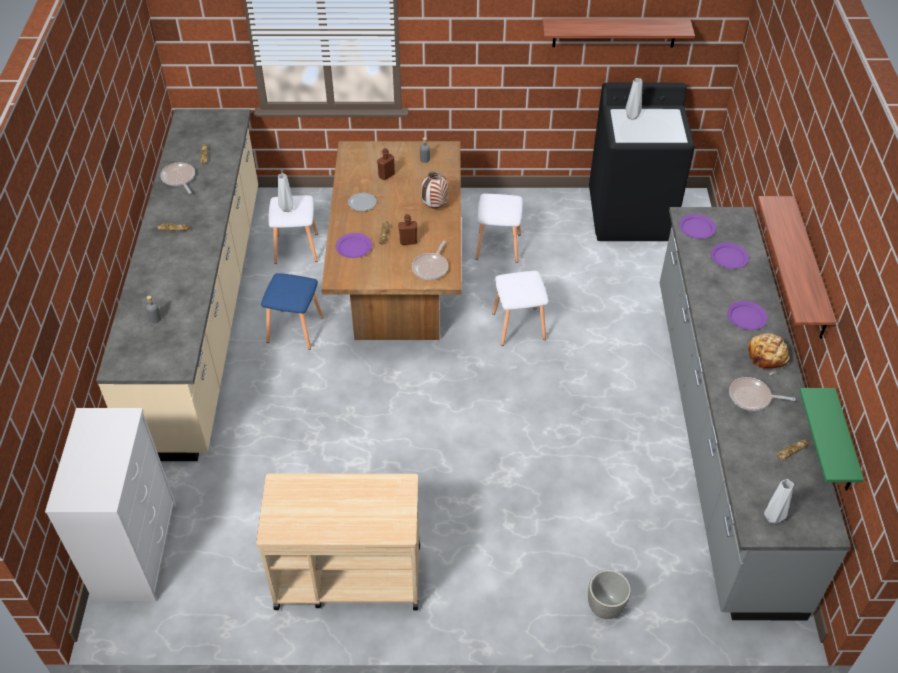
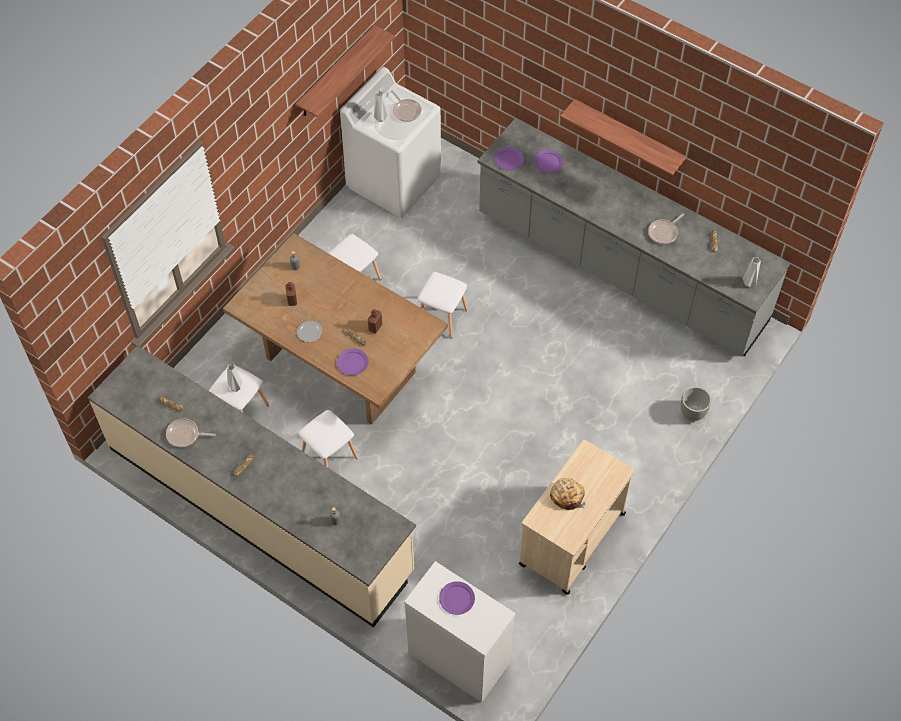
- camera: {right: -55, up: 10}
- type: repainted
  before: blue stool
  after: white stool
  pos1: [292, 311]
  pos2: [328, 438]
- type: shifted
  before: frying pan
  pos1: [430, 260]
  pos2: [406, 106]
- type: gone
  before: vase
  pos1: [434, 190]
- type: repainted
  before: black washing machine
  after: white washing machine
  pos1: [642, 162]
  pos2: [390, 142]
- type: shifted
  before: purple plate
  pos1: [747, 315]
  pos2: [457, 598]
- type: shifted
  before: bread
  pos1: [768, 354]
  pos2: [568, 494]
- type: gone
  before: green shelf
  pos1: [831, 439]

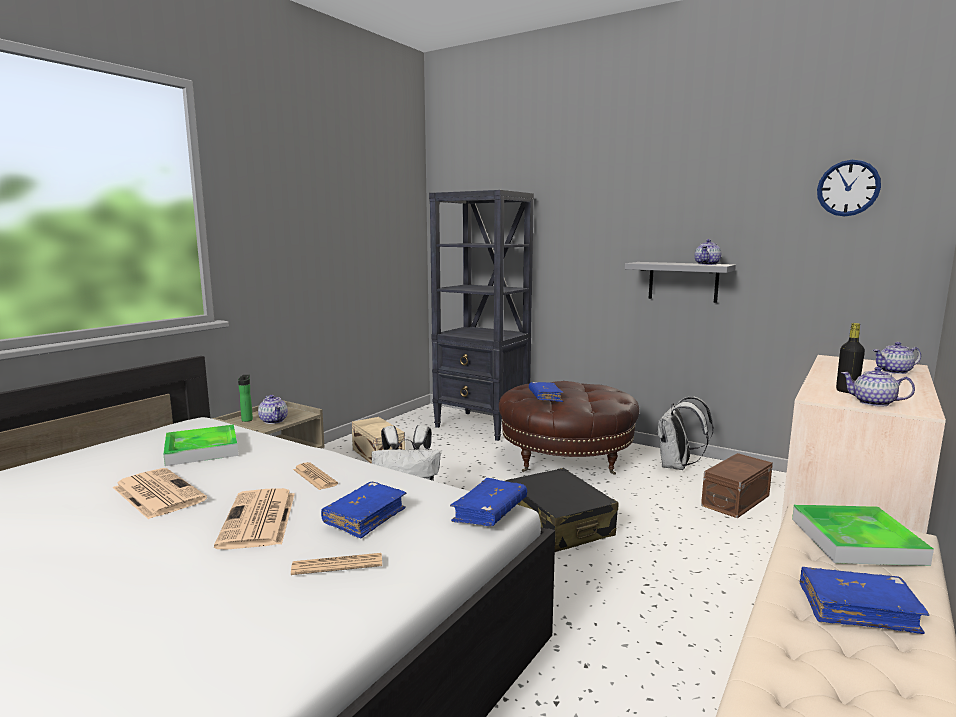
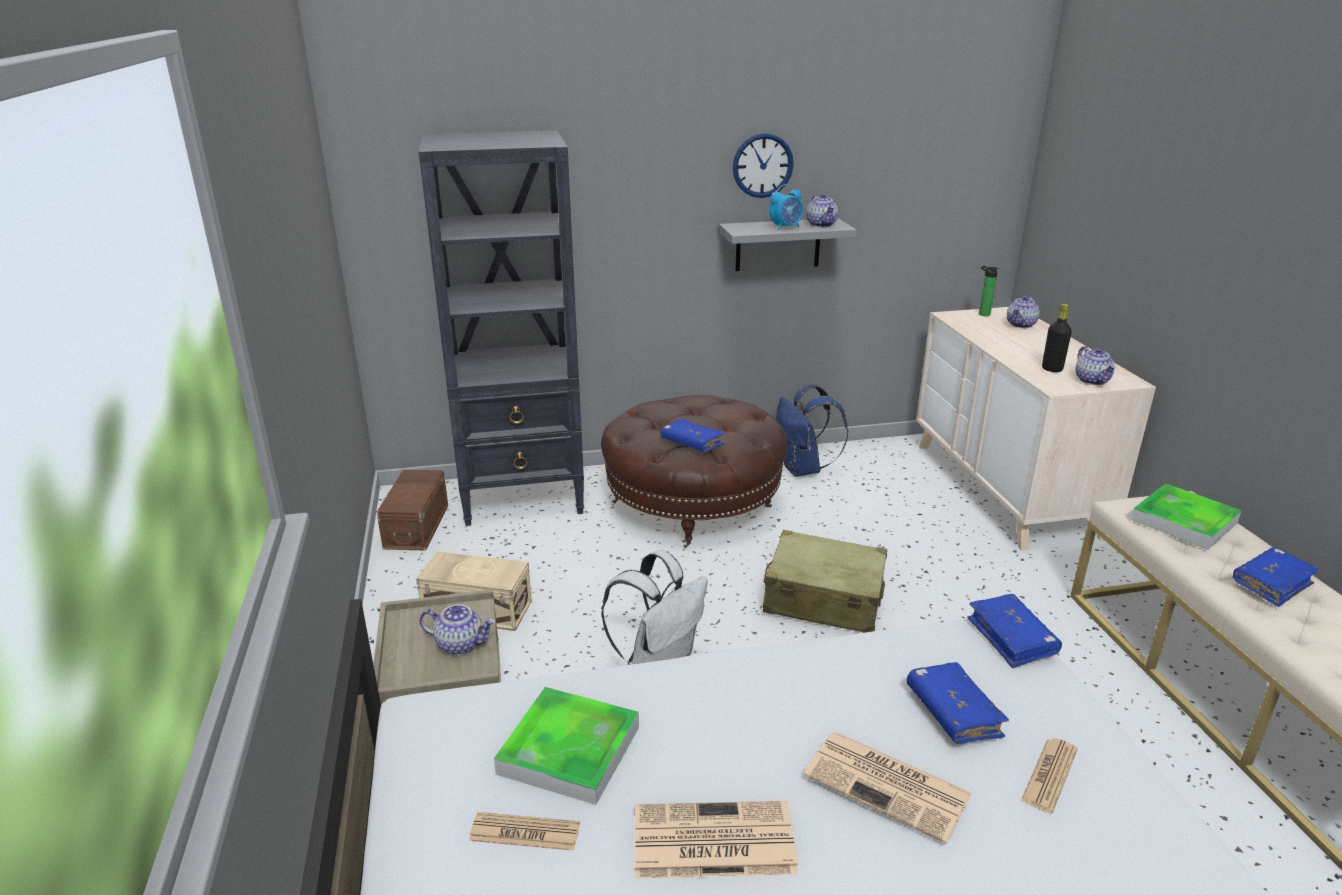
- camera: {right: -45, up: 15}
- type: shifted
  before: bottle
  pos1: [245, 398]
  pos2: [988, 291]
- type: shifted
  before: newspaper
  pos1: [315, 476]
  pos2: [524, 831]
- type: repainted
  before: black suitcase
  after: beige suitcase
  pos1: [562, 510]
  pos2: [825, 581]
- type: repainted
  before: white backpack
  after: blue backpack
  pos1: [685, 433]
  pos2: [812, 431]
- type: shifted
  before: brown storage box
  pos1: [737, 485]
  pos2: [412, 510]
- type: shifted
  before: wall clock
  pos1: [849, 188]
  pos2: [763, 165]
- type: rotated
  before: teapot
  pos1: [878, 387]
  pos2: [1095, 365]
  turn: -90
- type: new
  after: alarm clock
  pos2: [786, 207]

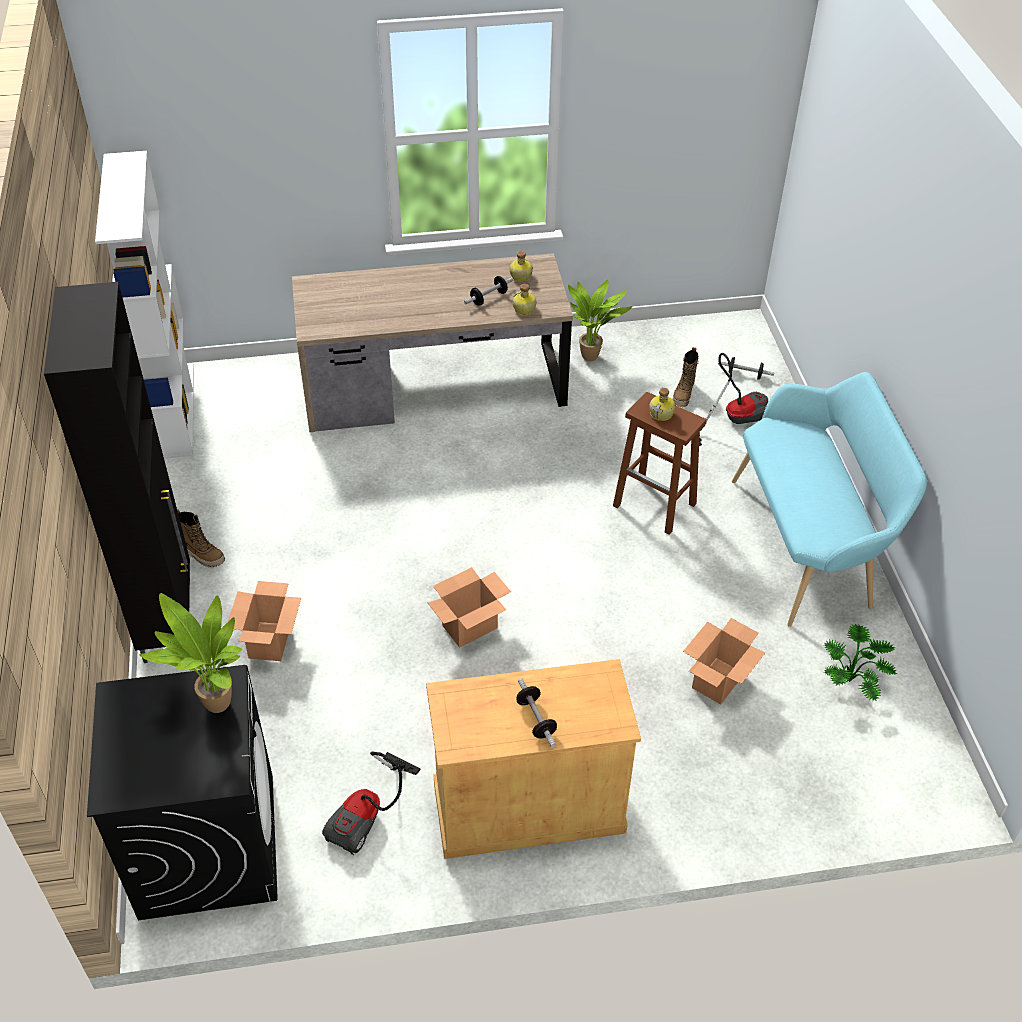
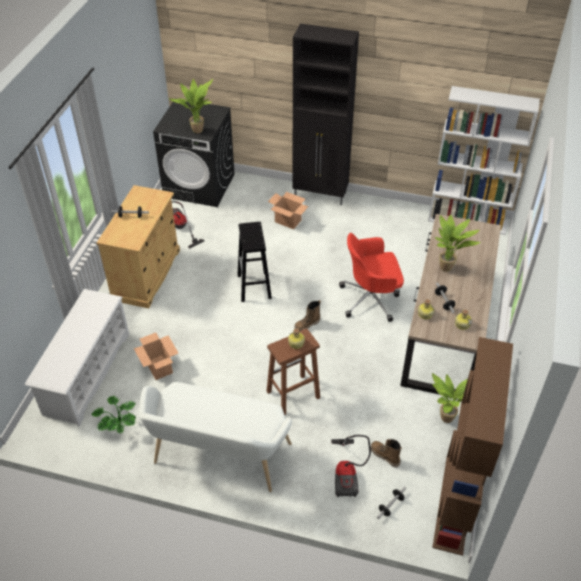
- camera: {right: 115, up: 0}
- type: shifted
  before: boot
  pos1: [201, 538]
  pos2: [307, 315]
- type: swapped
  before: cardboard box
  after: black stool
  pos1: [469, 607]
  pos2: [254, 262]
- type: repainted
  before: turquoise bench
  after: white bench
  pos1: [829, 499]
  pos2: [215, 437]
- type: new
  after: white shoe rack
  pos2: [77, 358]
- type: new
  after: red office chair
  pos2: [371, 277]
- type: new
  after: brown bookcase
  pos2: [472, 446]
- type: new
  after: potted plant
  pos2: [457, 243]

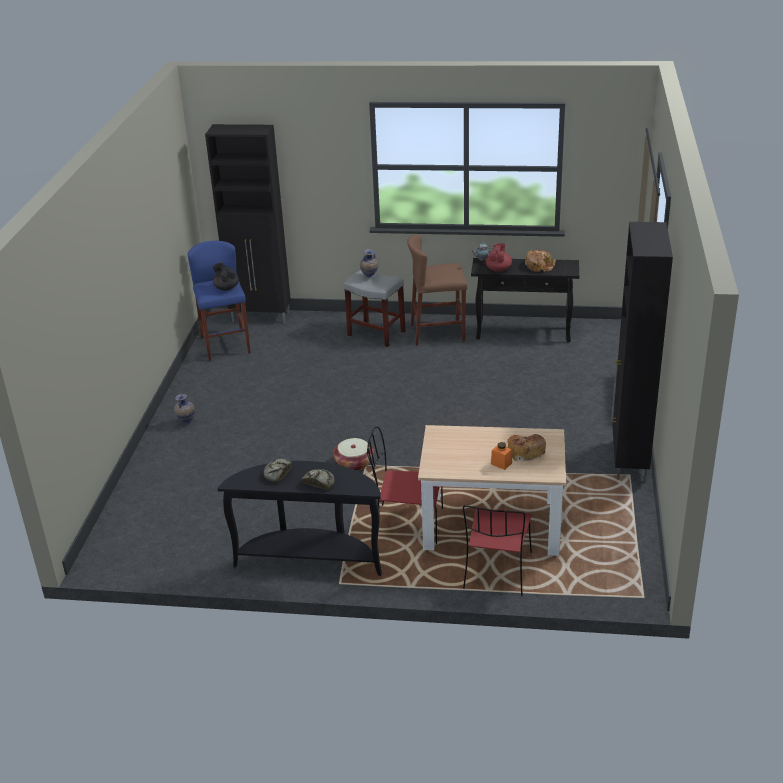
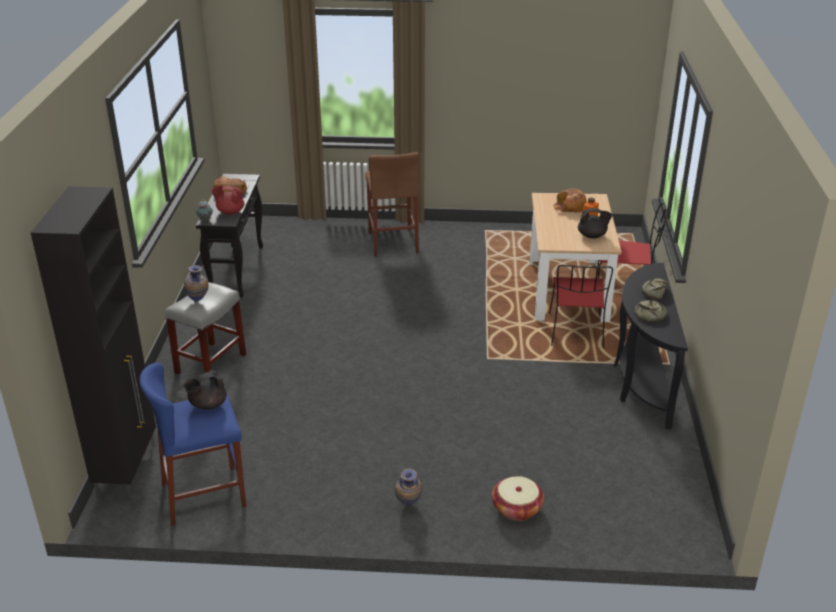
- camera: {right: -95, up: 0}
- type: shifted
  before: basket
  pos1: [353, 454]
  pos2: [518, 498]
- type: shifted
  before: brown stool
  pos1: [437, 290]
  pos2: [392, 204]
- type: gone
  before: black cabinet
  pos1: [642, 352]
- type: new
  after: black teapot
  pos2: [595, 223]

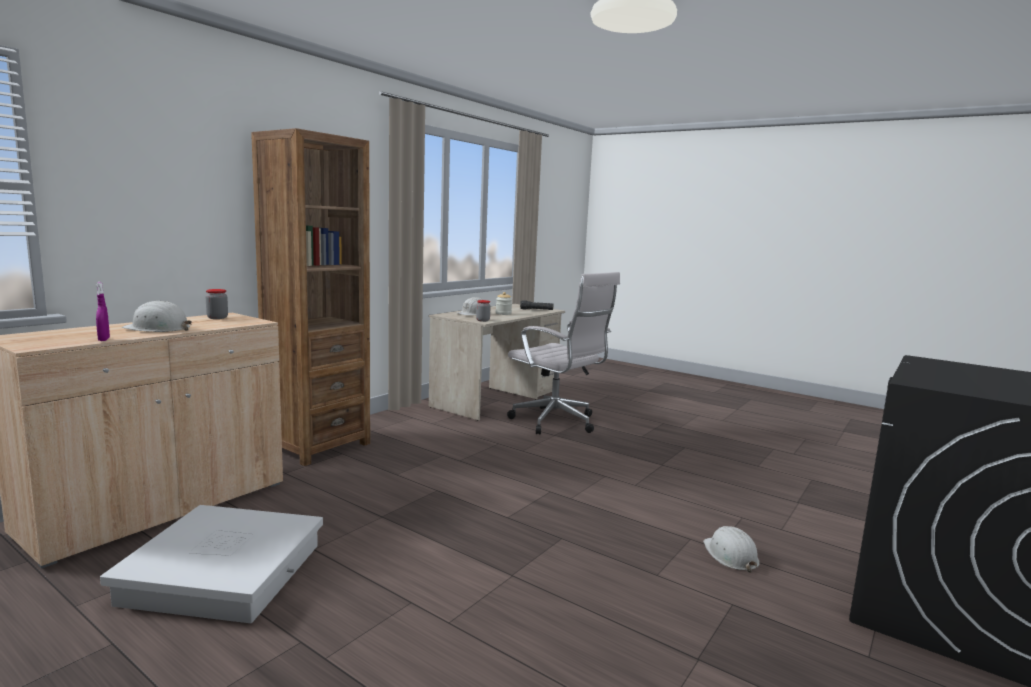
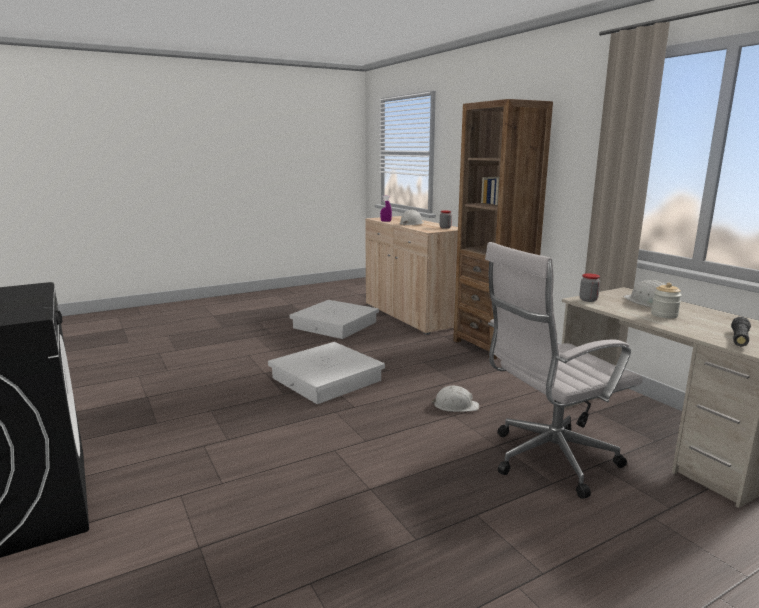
- camera: {right: 115, up: 5}
- type: shifted
  before: white hard hat
  pos1: [731, 549]
  pos2: [455, 399]
- type: new
  after: white storage box
  pos2: [326, 373]

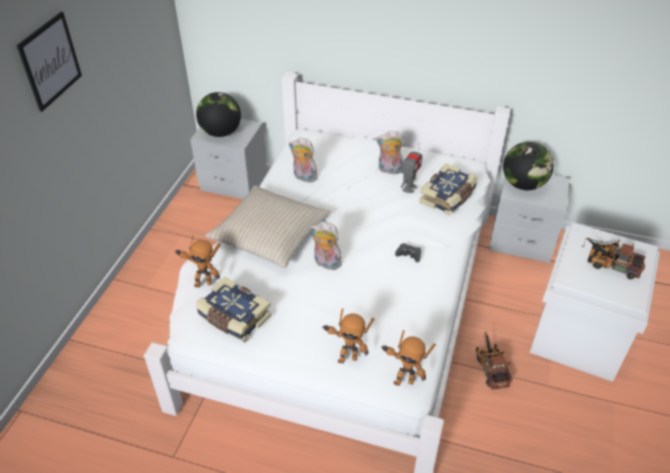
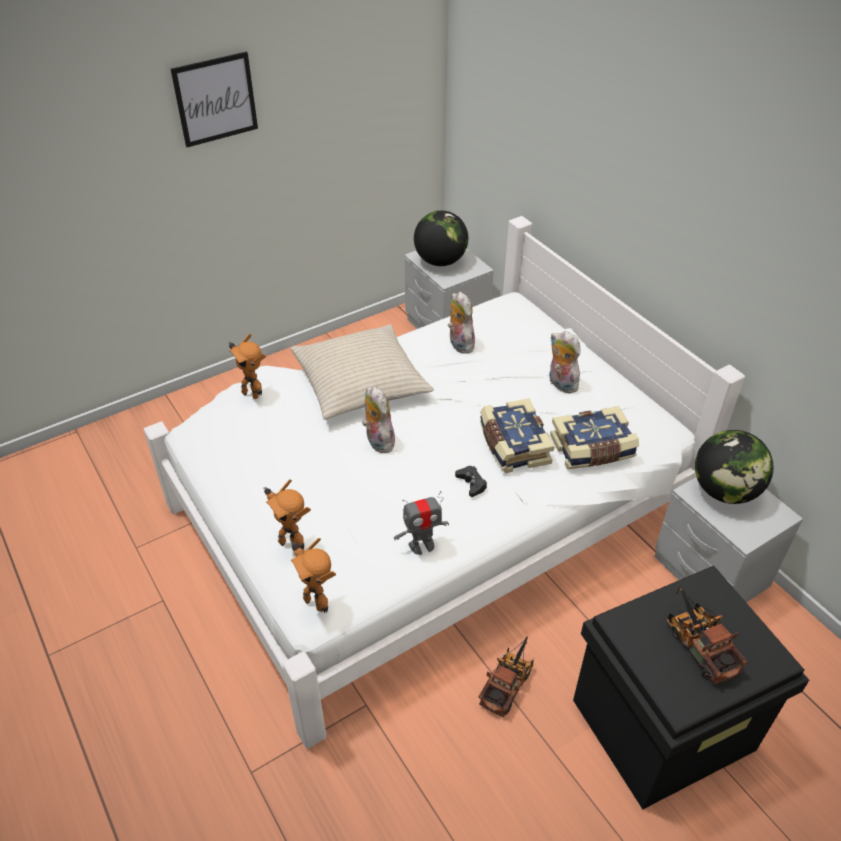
- camera: {right: 40, up: 0}
- type: shifted
  before: book
  pos1: [234, 309]
  pos2: [517, 435]
- type: shifted
  before: toy robot
  pos1: [411, 169]
  pos2: [421, 523]
- type: repainted
  before: white storage box
  after: black storage box
  pos1: [595, 302]
  pos2: [691, 687]

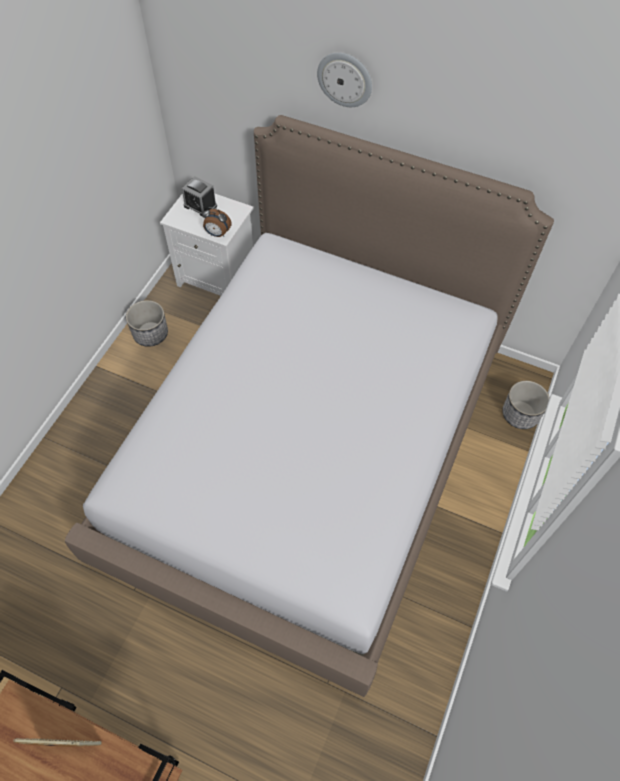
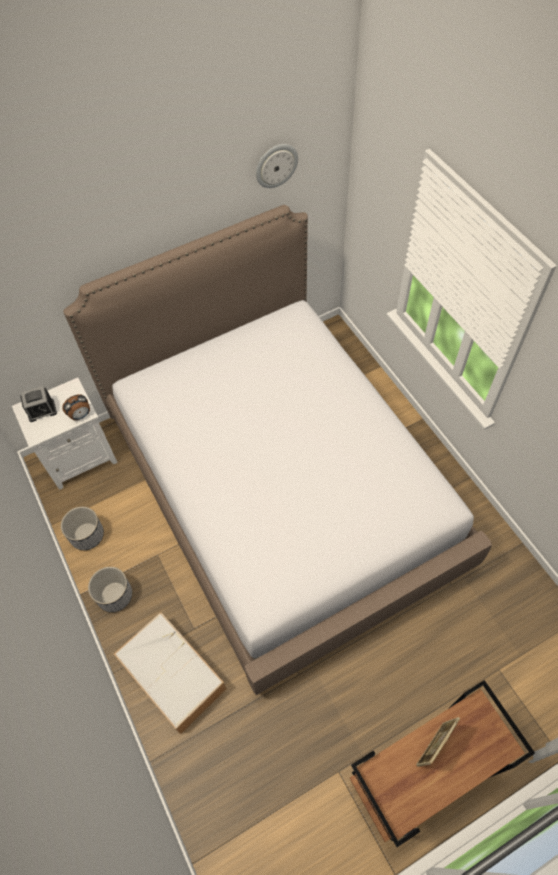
- camera: {right: -50, up: 0}
- type: shifted
  before: wall clock
  pos1: [344, 79]
  pos2: [277, 166]
- type: shifted
  before: planter
  pos1: [526, 405]
  pos2: [110, 589]
- type: new
  after: storage box
  pos2: [170, 673]

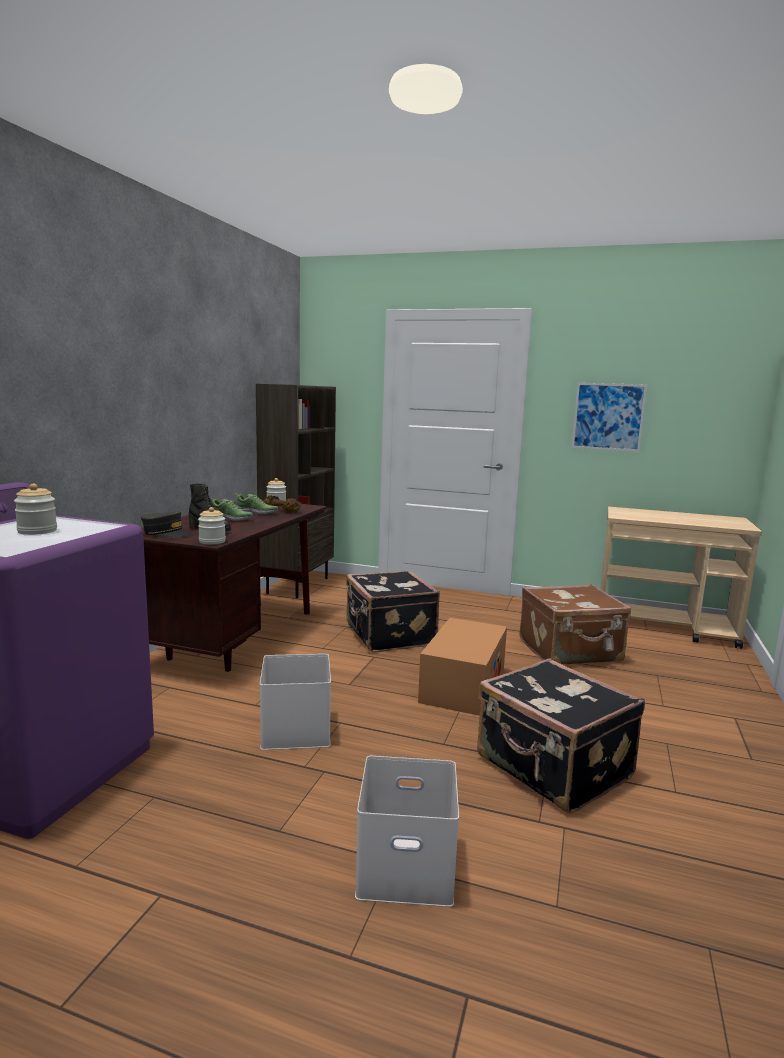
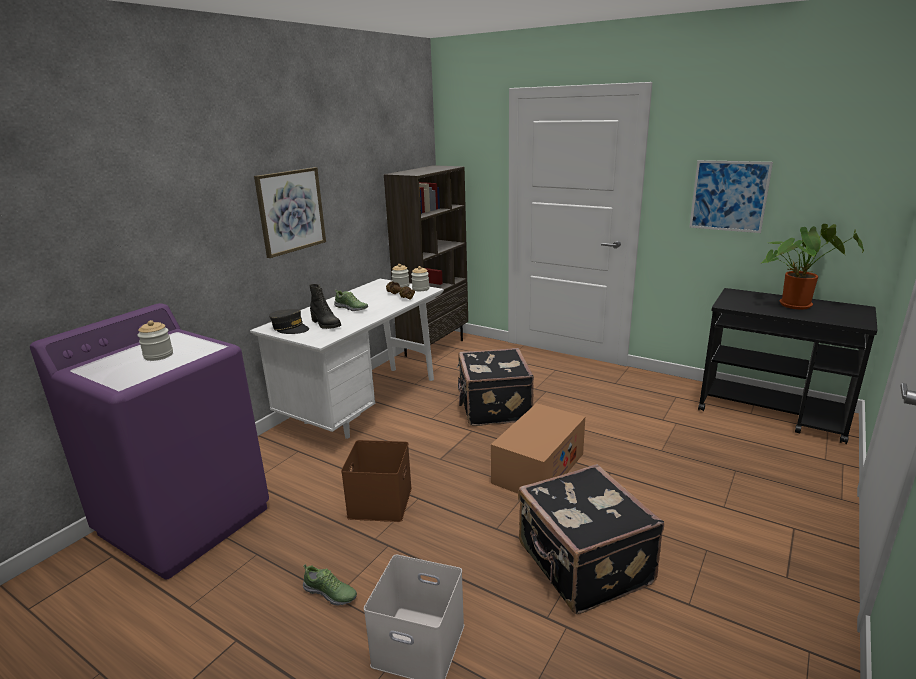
- camera: {right: 15, up: 10}
- type: repainted
  before: brown desk
  after: white desk
  pos1: [234, 586]
  pos2: [347, 359]
- type: shifted
  before: jar
  pos1: [212, 525]
  pos2: [420, 278]
- type: shifted
  before: shoe
  pos1: [256, 503]
  pos2: [330, 585]
- type: repainted
  before: white storage box
  after: brown storage box
  pos1: [295, 702]
  pos2: [376, 481]
- type: gone
  before: brown suitcase
  pos1: [575, 624]
- type: repainted
  before: beige cart
  after: black cart
  pos1: [681, 578]
  pos2: [787, 366]
- type: new
  after: picture
  pos2: [290, 212]
- type: new
  after: potted plant
  pos2: [812, 267]

